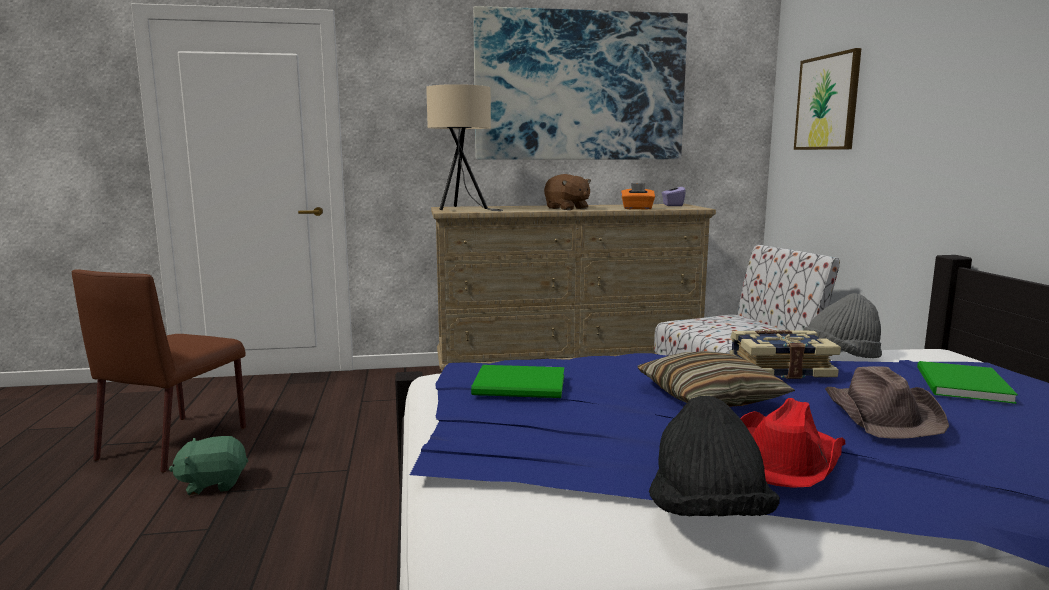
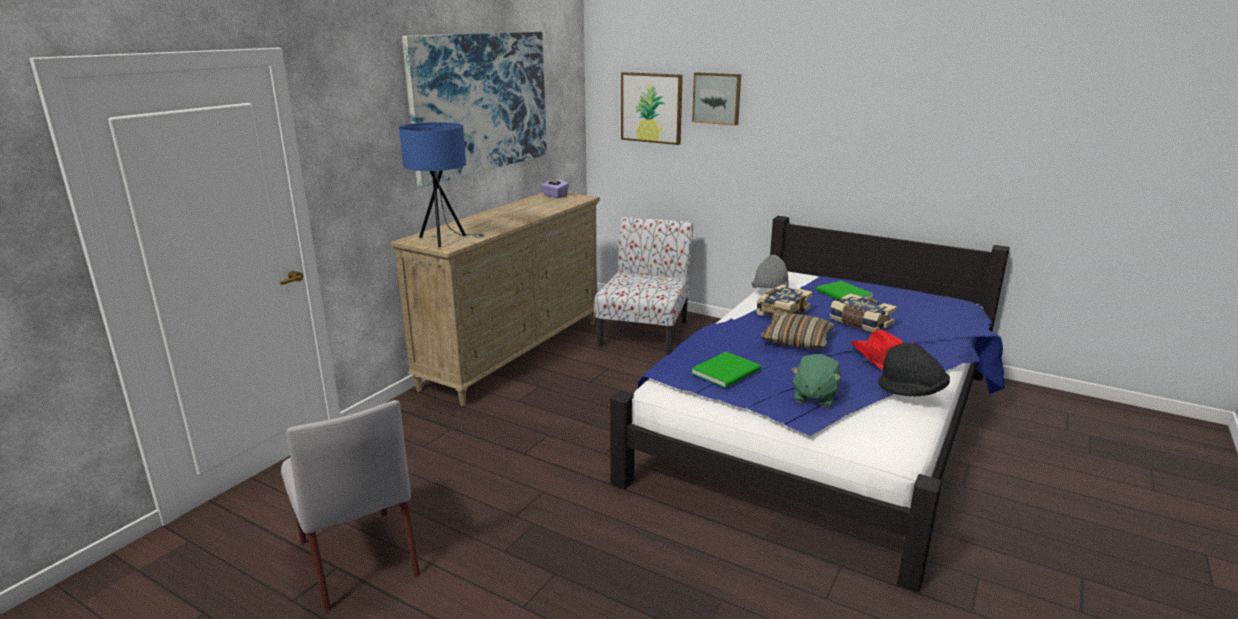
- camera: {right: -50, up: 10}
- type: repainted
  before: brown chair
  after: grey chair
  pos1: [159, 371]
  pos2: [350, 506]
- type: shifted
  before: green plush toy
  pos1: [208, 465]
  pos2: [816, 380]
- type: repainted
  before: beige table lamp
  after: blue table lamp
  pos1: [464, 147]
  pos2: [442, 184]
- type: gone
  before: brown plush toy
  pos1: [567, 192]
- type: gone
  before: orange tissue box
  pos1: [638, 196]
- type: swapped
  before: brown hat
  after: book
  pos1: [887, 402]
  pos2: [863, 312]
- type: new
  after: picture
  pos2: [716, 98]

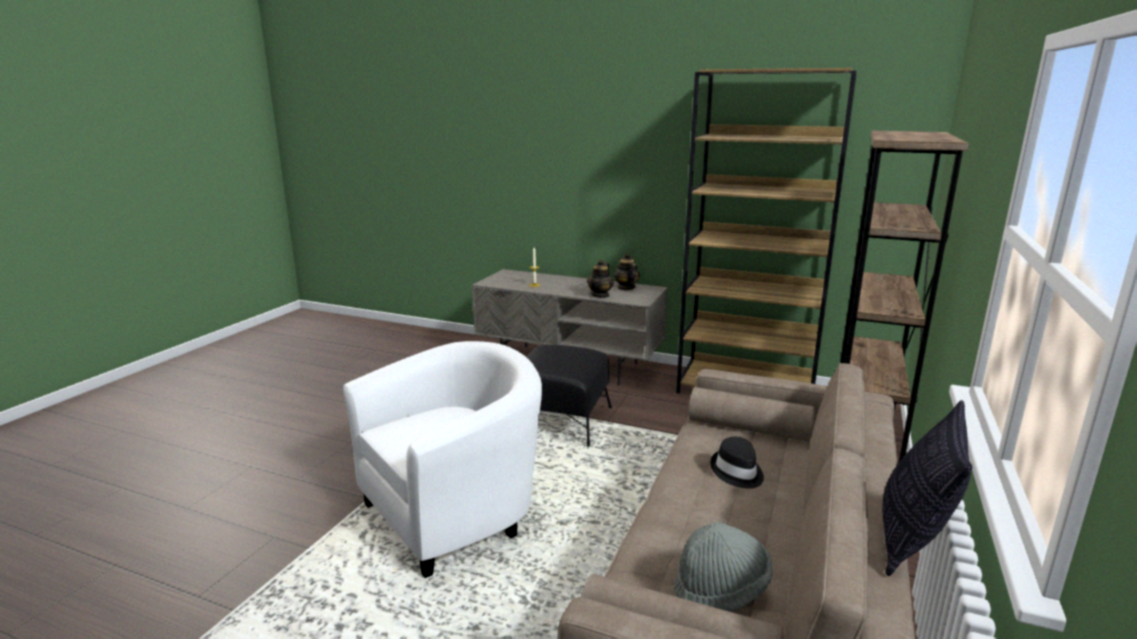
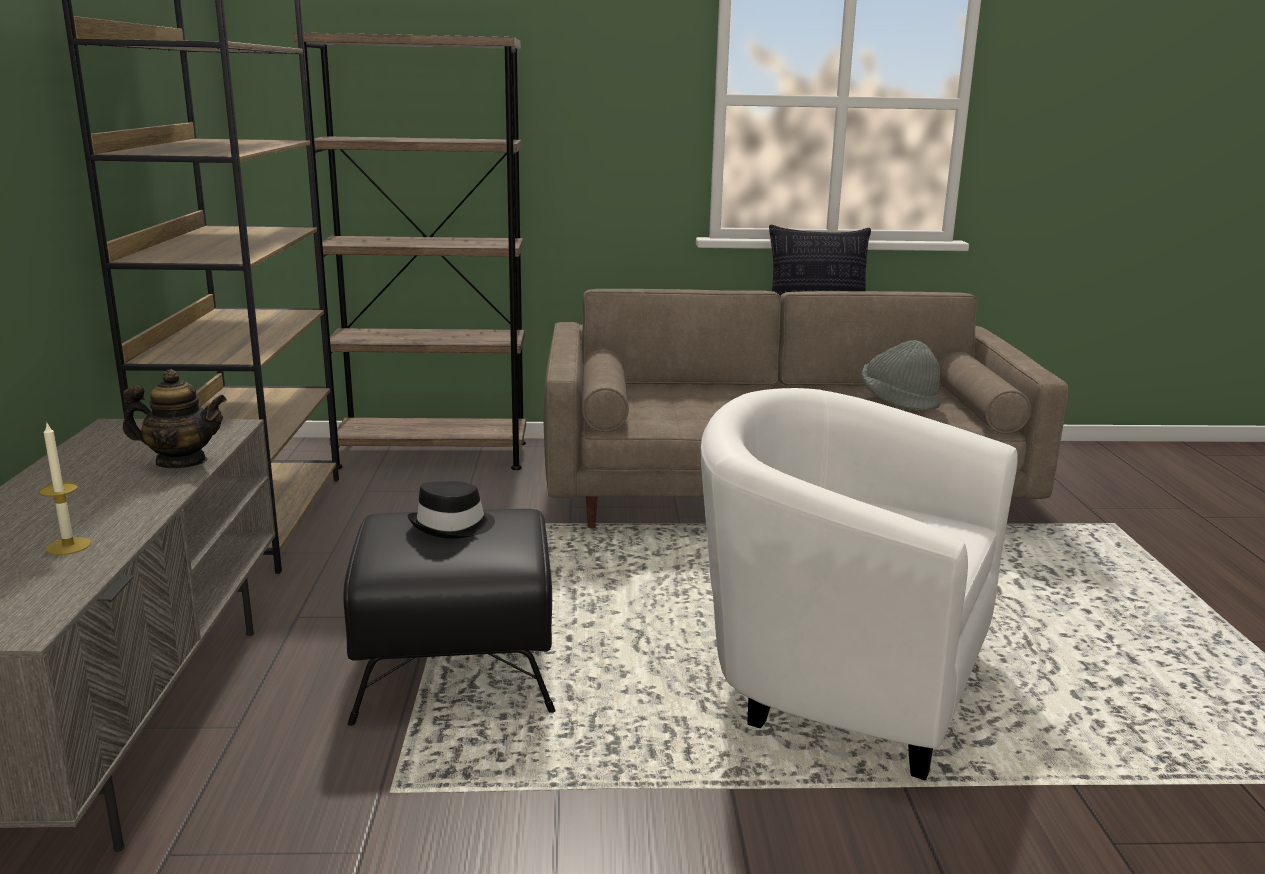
- camera: {right: -115, up: 0}
- type: gone
  before: teapot
  pos1: [627, 271]
- type: shifted
  before: black hat
  pos1: [737, 463]
  pos2: [451, 510]

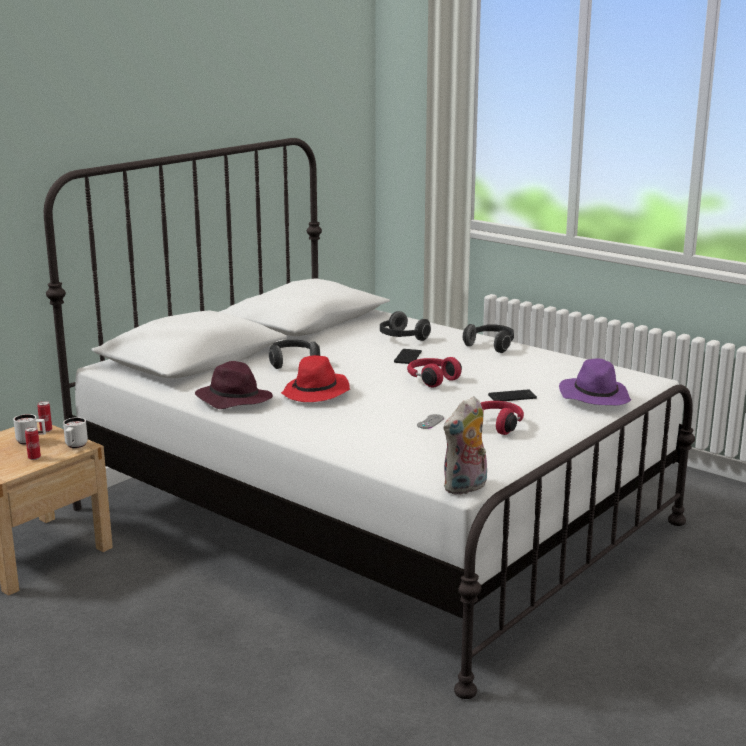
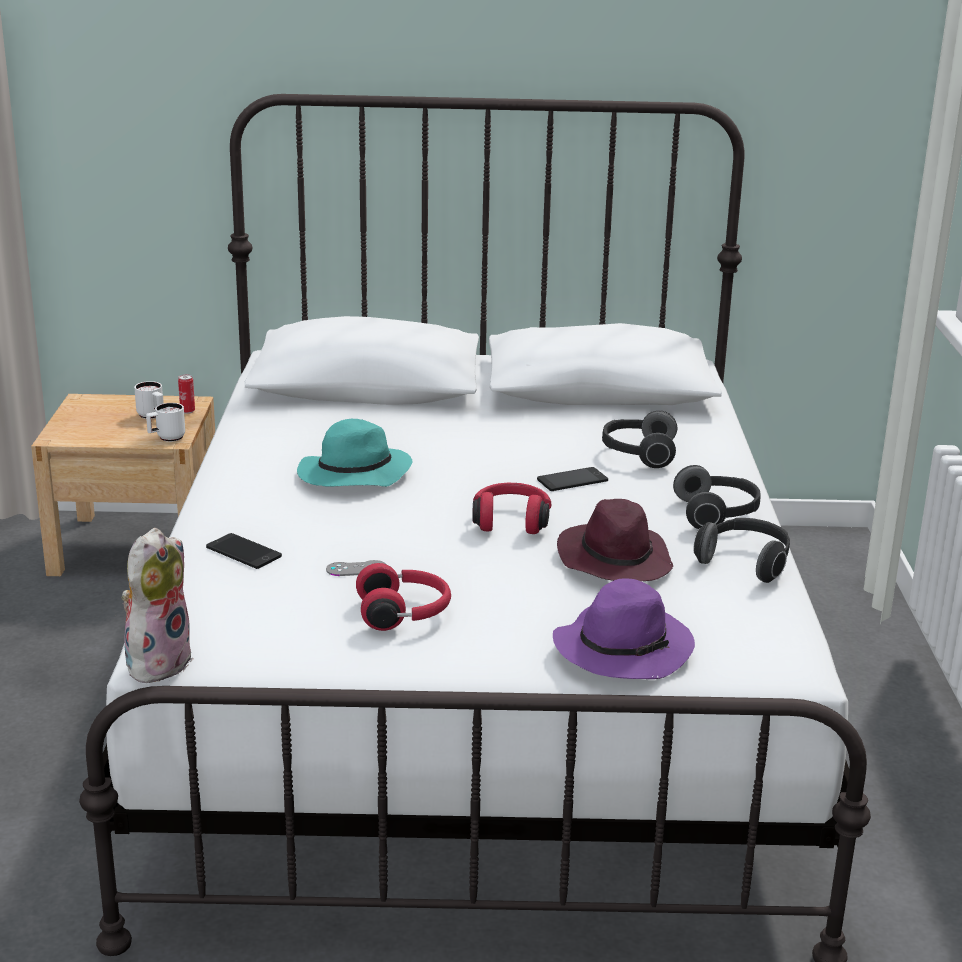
- camera: {right: 50, up: 5}
- type: gone
  before: can
  pos1: [33, 443]
- type: shifted
  before: purple hat
  pos1: [234, 385]
  pos2: [615, 540]
- type: shifted
  before: headphones
  pos1: [294, 354]
  pos2: [741, 550]
- type: repainted
  before: red hat
  after: turquoise hat
  pos1: [315, 378]
  pos2: [355, 453]
- type: rotated
  before: plush toy
  pos1: [465, 445]
  pos2: [157, 605]
  turn: 105
- type: shifted
  before: phone
  pos1: [512, 395]
  pos2: [244, 551]

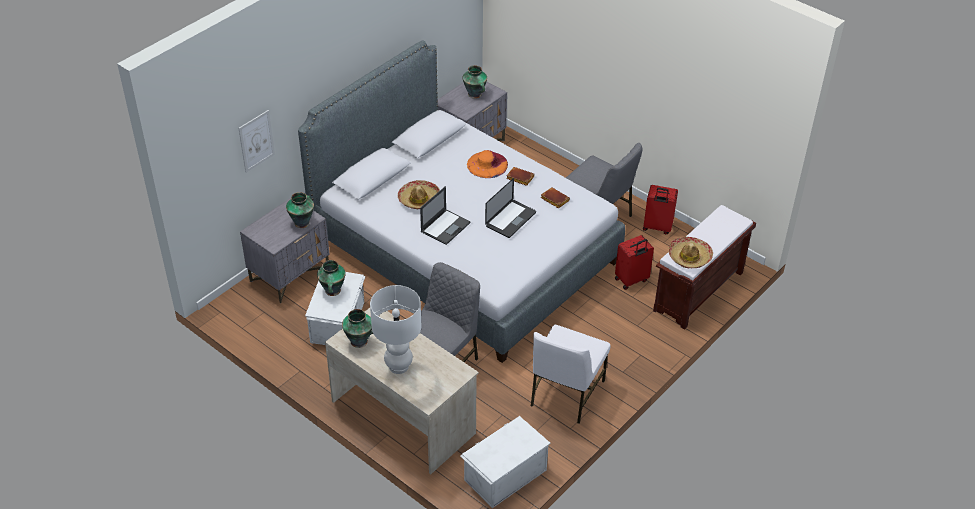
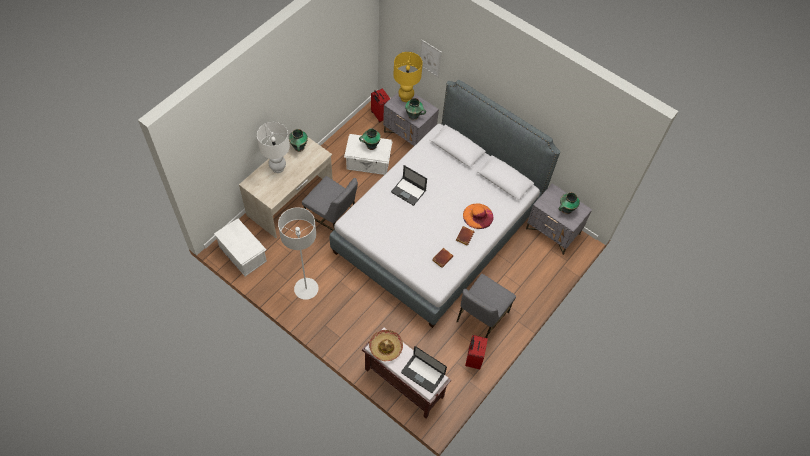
- camera: {right: 85, up: 15}
- type: gone
  before: hat
  pos1: [419, 194]
- type: shifted
  before: laptop
  pos1: [510, 208]
  pos2: [424, 369]
- type: swapped
  before: white chair
  after: grey floor lamp
  pos1: [571, 374]
  pos2: [298, 253]
- type: shifted
  before: red suitcase
  pos1: [634, 262]
  pos2: [380, 105]
- type: new
  after: yellow table lamp
  pos2: [408, 77]

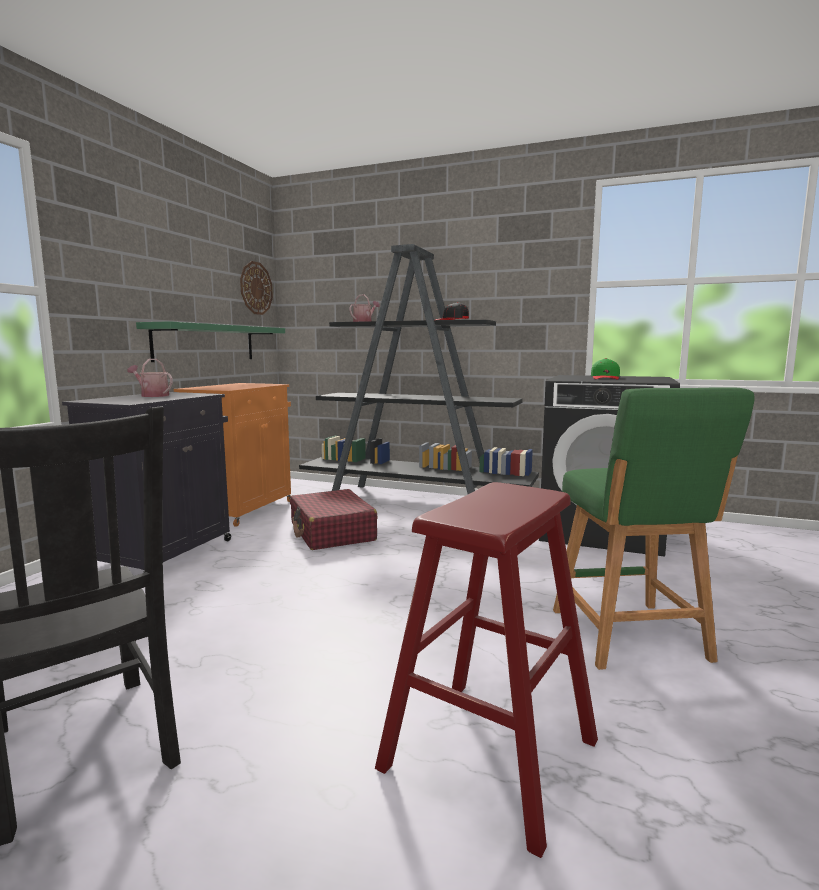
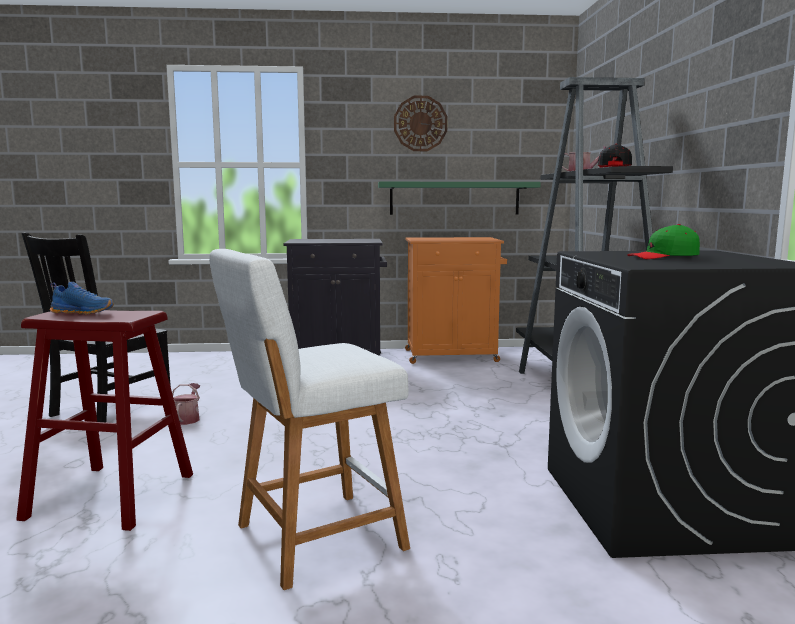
- camera: {right: 65, up: 0}
- type: shifted
  before: watering can
  pos1: [150, 378]
  pos2: [186, 404]
- type: shifted
  before: wall clock
  pos1: [256, 288]
  pos2: [421, 123]
- type: gone
  before: red suitcase
  pos1: [334, 519]
- type: repainted
  before: green stool
  after: white stool
  pos1: [654, 528]
  pos2: [309, 419]
- type: new
  after: blue shoe
  pos2: [82, 298]

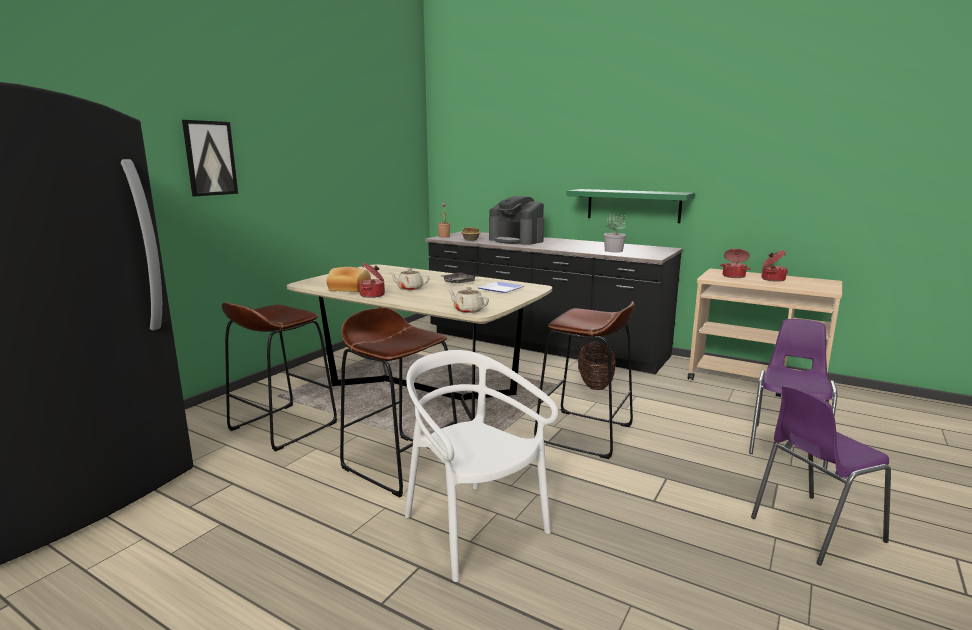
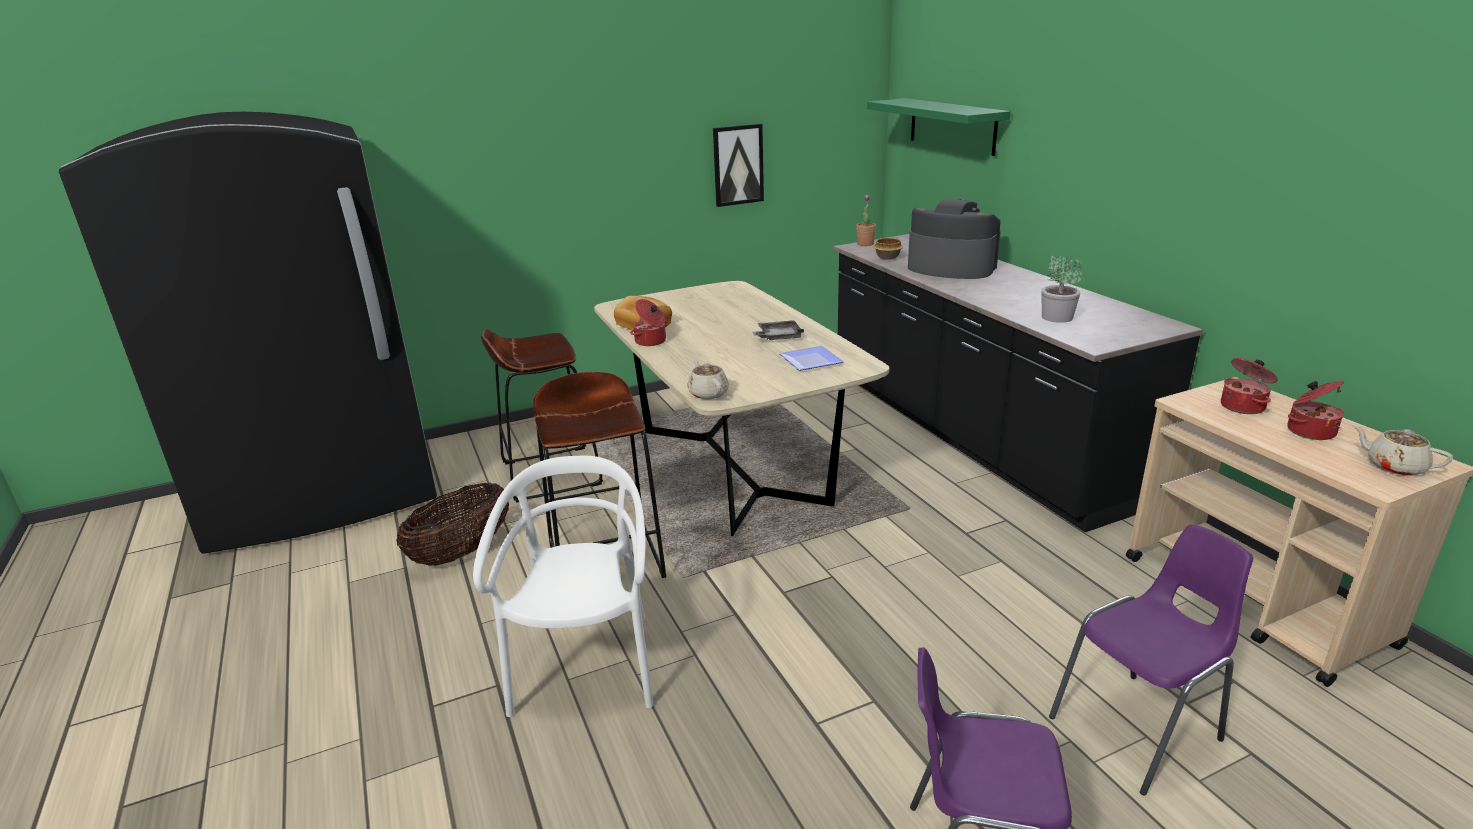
- camera: {right: 35, up: 10}
- type: shifted
  before: picture
  pos1: [210, 158]
  pos2: [738, 165]
- type: shifted
  before: beige teapot
  pos1: [409, 279]
  pos2: [1403, 451]
- type: rotated
  before: coffee machine
  pos1: [516, 220]
  pos2: [954, 239]
  turn: 135
- type: gone
  before: brown stool
  pos1: [584, 380]
- type: shifted
  before: green shelf
  pos1: [630, 206]
  pos2: [939, 127]
- type: shifted
  before: basket
  pos1: [597, 366]
  pos2: [452, 524]

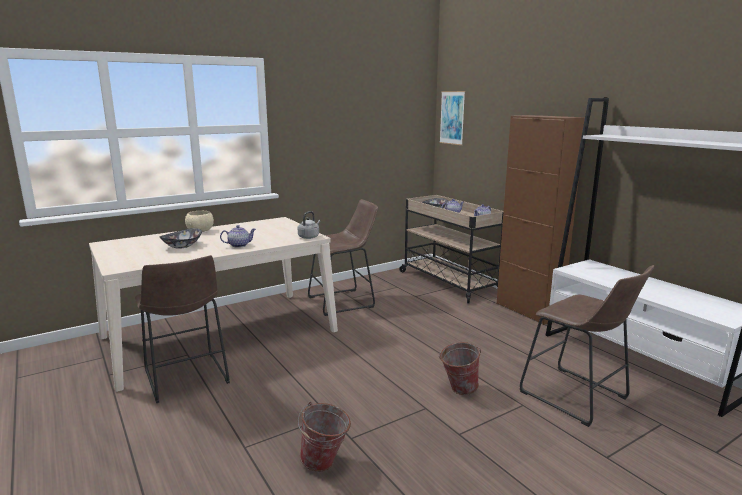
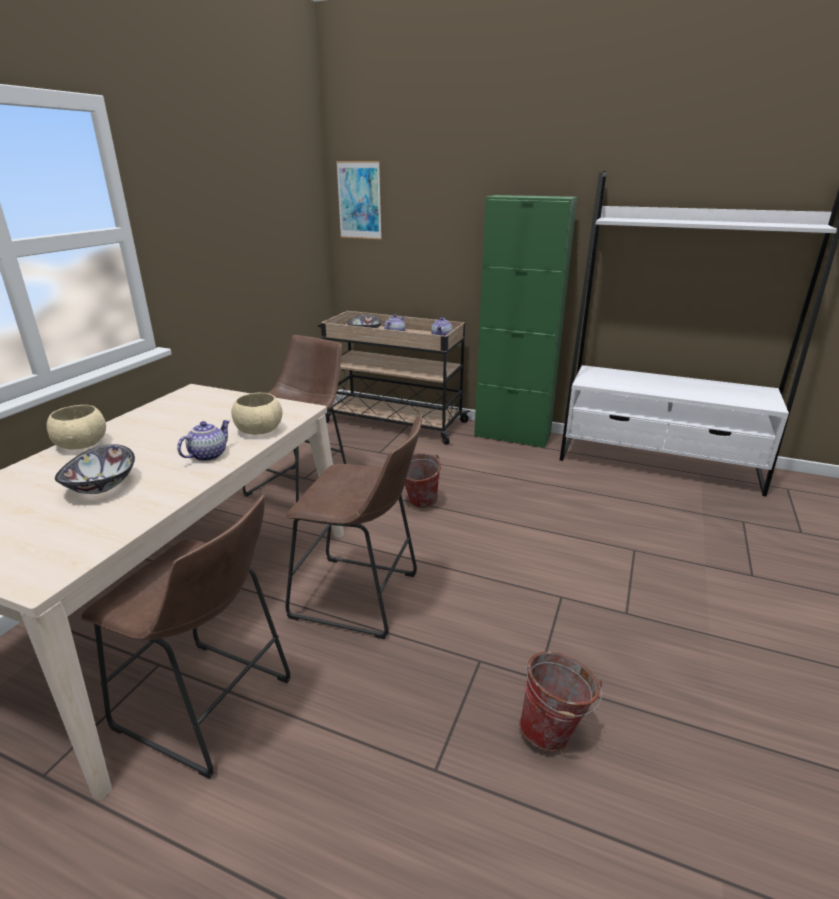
- camera: {right: -35, up: 10}
- type: gone
  before: grey kettle
  pos1: [309, 225]
- type: shifted
  before: bucket
  pos1: [459, 368]
  pos2: [423, 480]
- type: repainted
  before: brown cabinet
  after: green cabinet
  pos1: [541, 220]
  pos2: [525, 321]
- type: shifted
  before: brown stool
  pos1: [587, 346]
  pos2: [353, 526]
- type: new
  after: beige bowl
  pos2: [256, 414]

